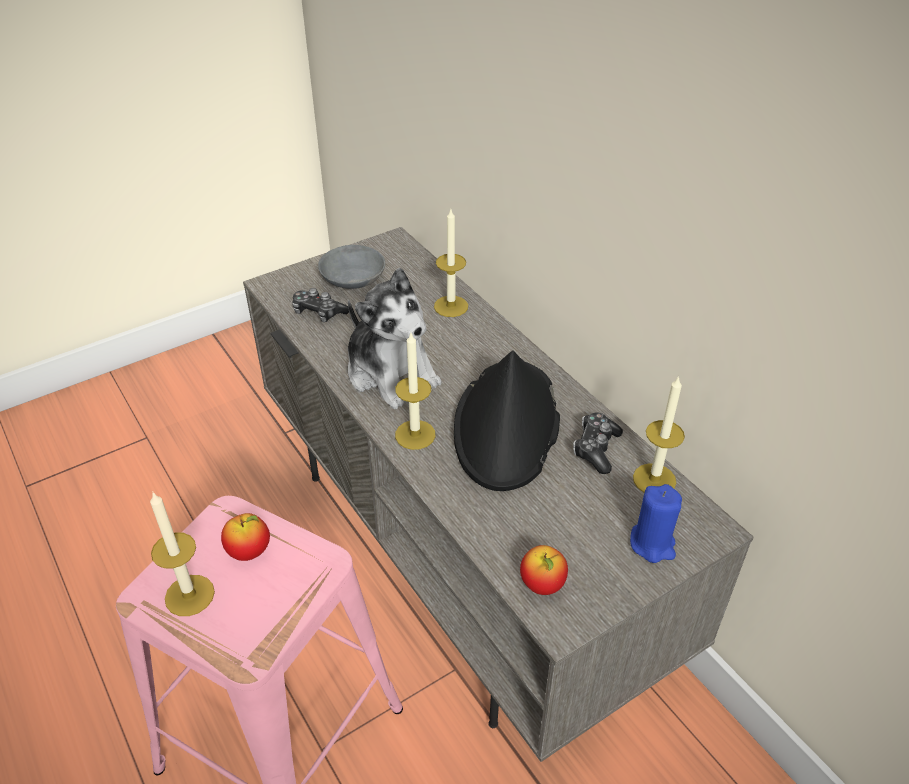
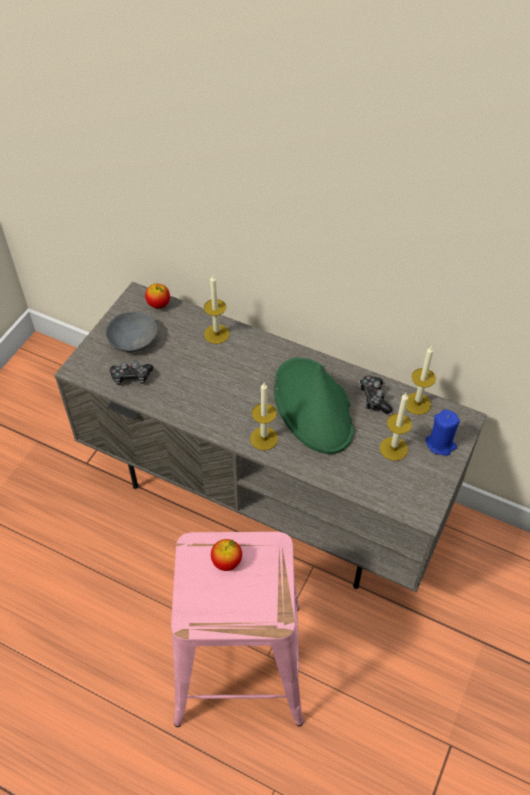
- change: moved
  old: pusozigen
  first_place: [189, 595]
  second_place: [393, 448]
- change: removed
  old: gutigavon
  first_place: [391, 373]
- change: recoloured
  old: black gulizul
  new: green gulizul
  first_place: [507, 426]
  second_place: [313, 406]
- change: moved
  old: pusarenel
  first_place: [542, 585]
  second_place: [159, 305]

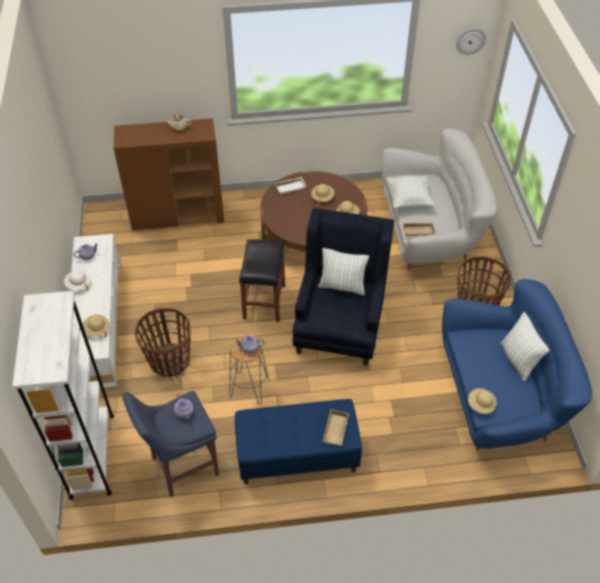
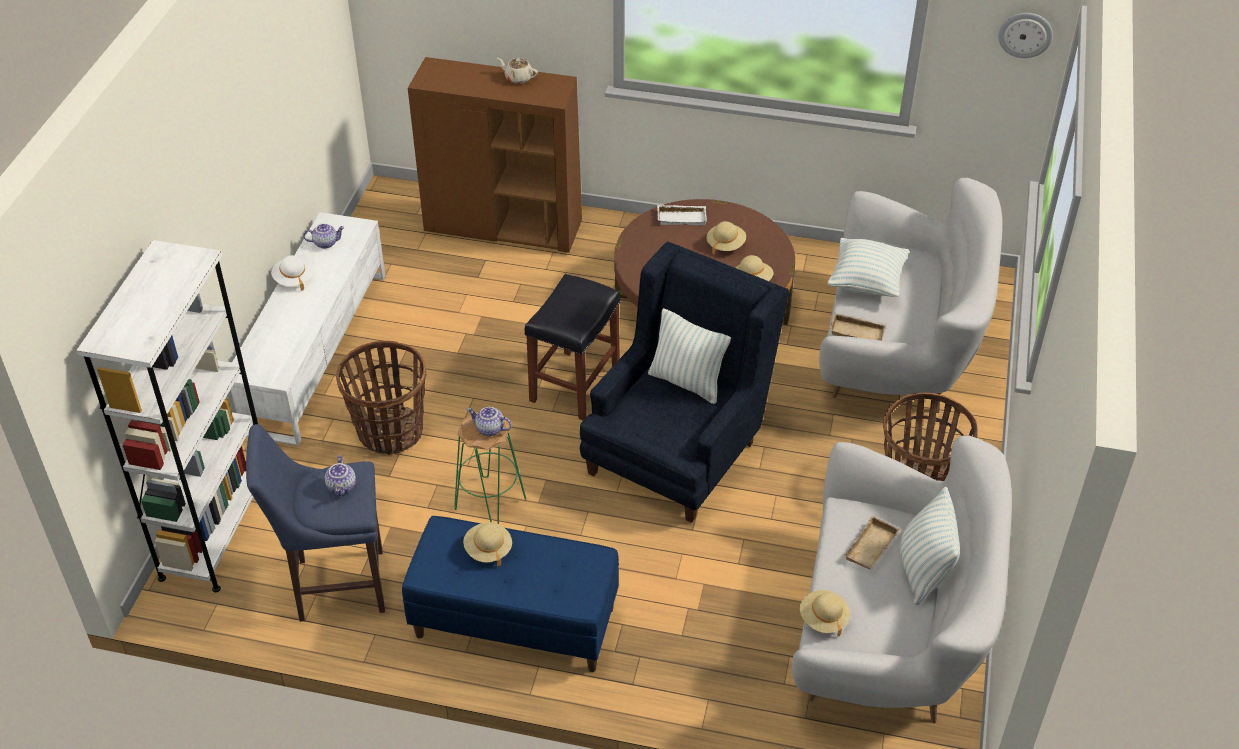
- change: moved
  old: beige gulizul
  first_place: [97, 329]
  second_place: [488, 550]
- change: recoloured
  old: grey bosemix
  new: green bosemix
  first_place: [249, 388]
  second_place: [490, 503]
- change: moved
  old: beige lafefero
  first_place: [336, 430]
  second_place: [872, 548]
- change: recoloured
  old: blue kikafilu
  new: white kikafilu
  first_place: [500, 398]
  second_place: [889, 634]

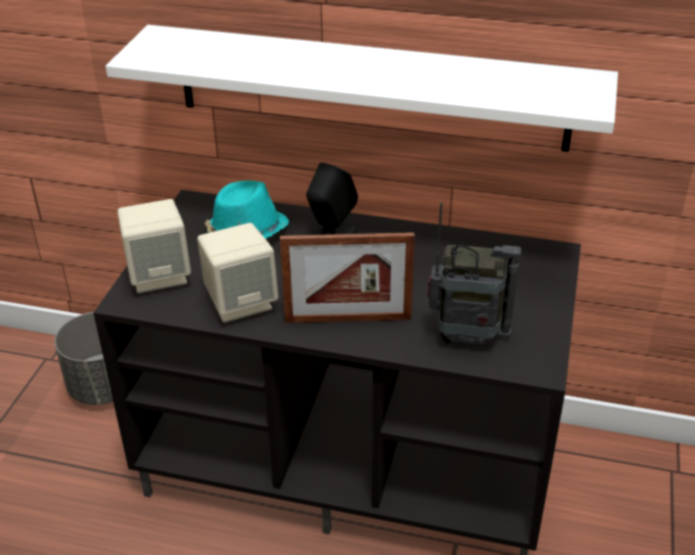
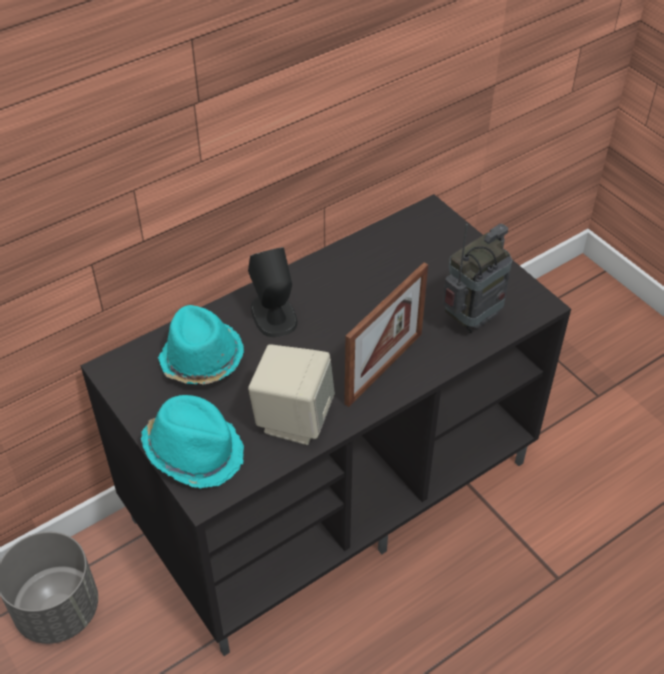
- change: removed
  old: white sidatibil
  first_place: [370, 88]
- change: replaced
  old: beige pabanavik
  new: turquoise gulizul
  first_place: [159, 275]
  second_place: [195, 451]

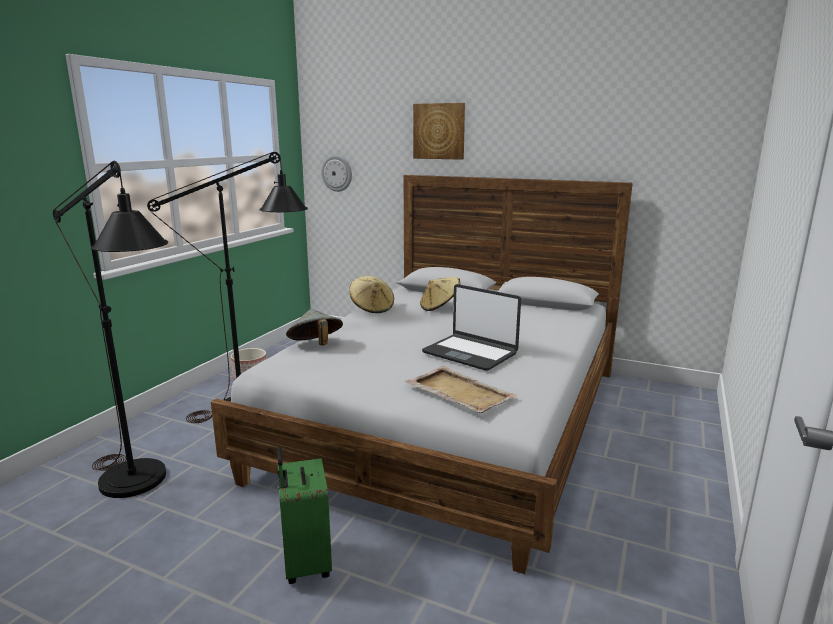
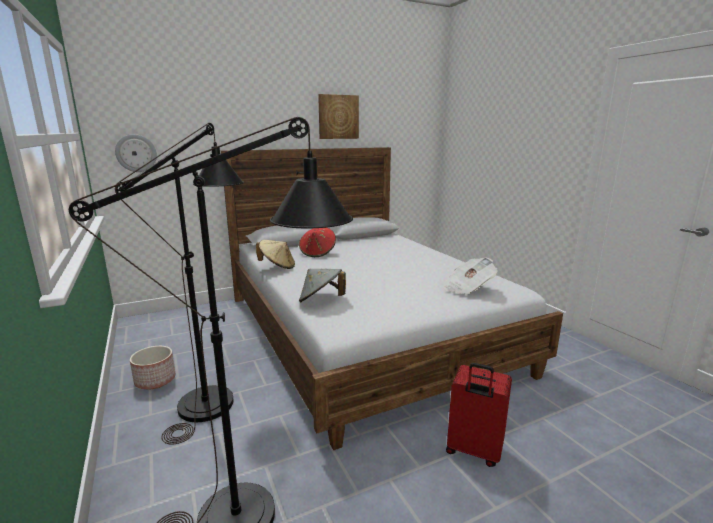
- change: recoloured
  old: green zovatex
  new: red zovatex
  first_place: [305, 563]
  second_place: [473, 451]
- change: replaced
  old: beige lafefero
  new: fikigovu
  first_place: [459, 392]
  second_place: [468, 288]
- change: moved
  old: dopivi
  first_place: [439, 131]
  second_place: [338, 117]
- change: recoloured
  old: beige gulizul
  new: red gulizul
  first_place: [439, 307]
  second_place: [318, 253]
- change: removed
  old: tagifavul
  first_place: [470, 353]

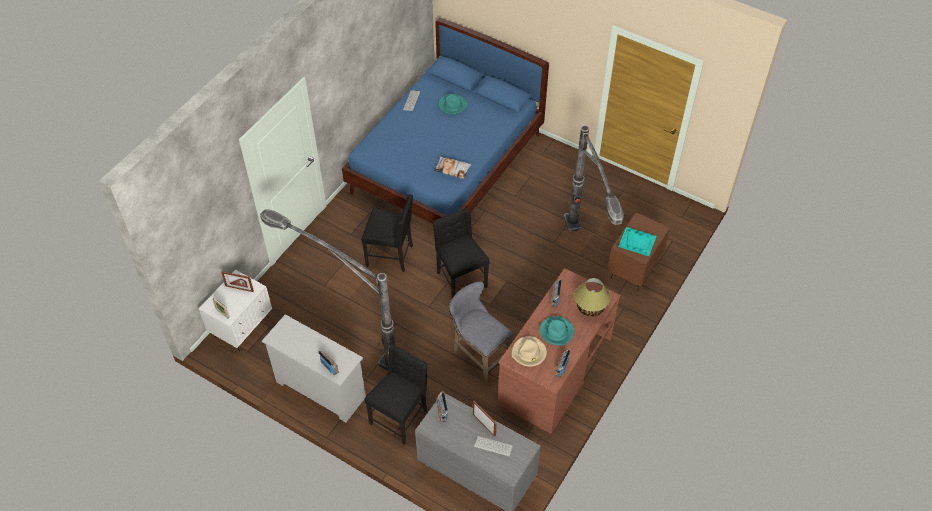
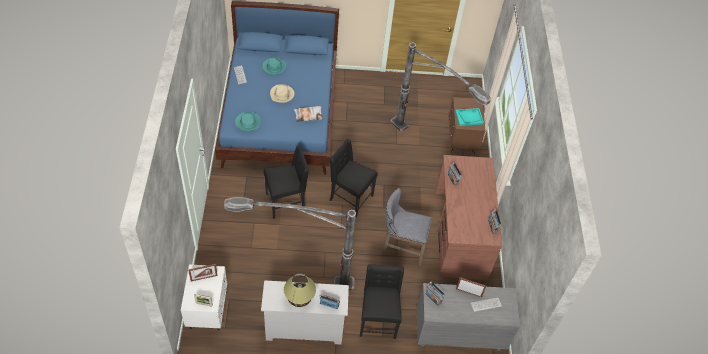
- change: moved
  old: beige gulizul
  first_place: [529, 353]
  second_place: [282, 94]
- change: moved
  old: turquoise gulizul
  first_place: [557, 332]
  second_place: [248, 122]
- change: moved
  old: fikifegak
  first_place: [590, 307]
  second_place: [299, 298]

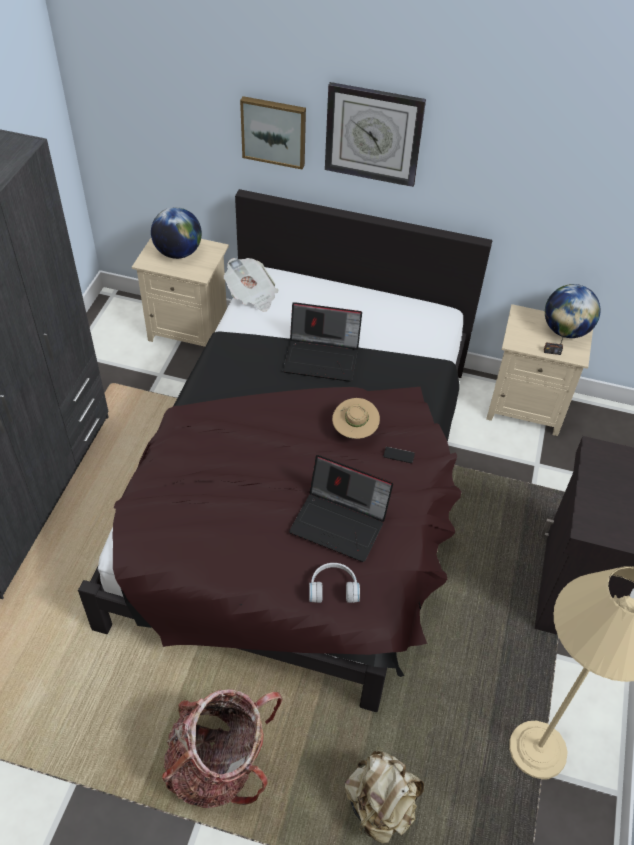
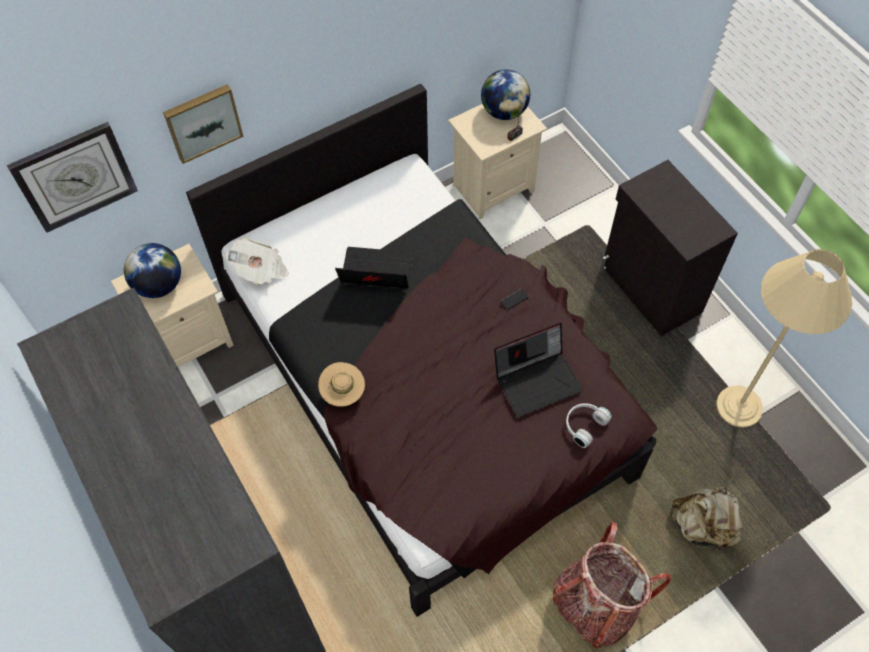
- change: turned
  old: tagifavul
  first_place: [322, 357]
  second_place: [375, 274]
  degrees: -135
- change: moved
  old: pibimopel
  first_place: [373, 134]
  second_place: [75, 176]
- change: moved
  old: beige gulizul
  first_place: [354, 430]
  second_place: [343, 392]

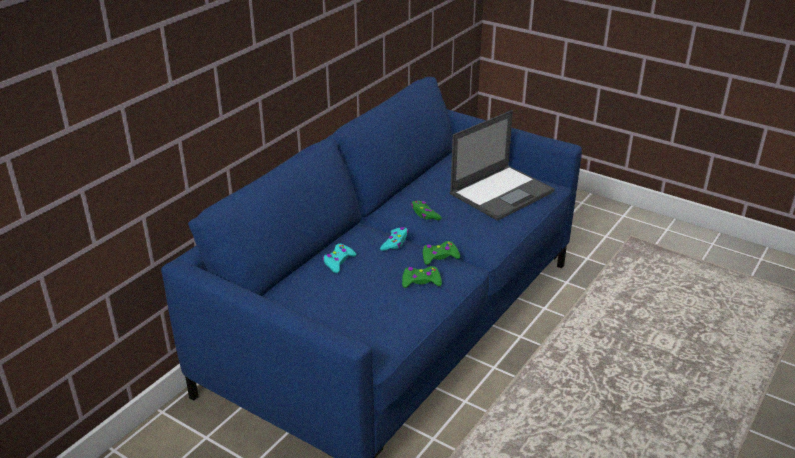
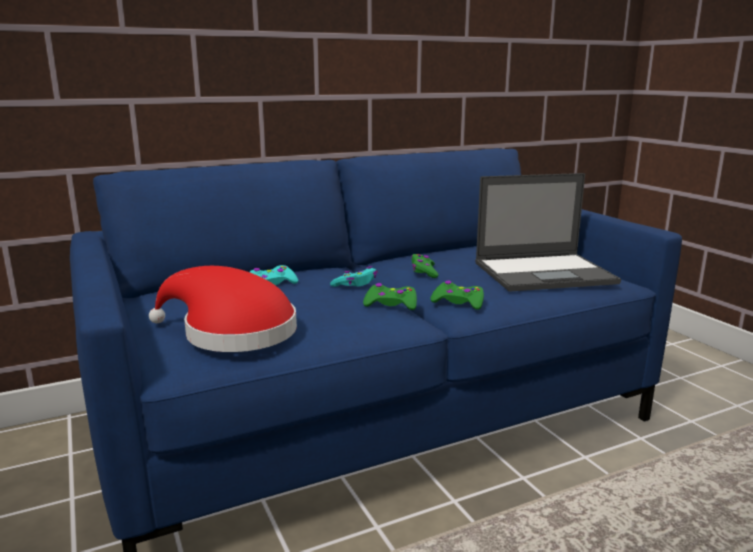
- change: moved
  old: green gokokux
  first_place: [421, 281]
  second_place: [458, 302]
- change: added
  new: red gulizul
  second_place: [232, 332]

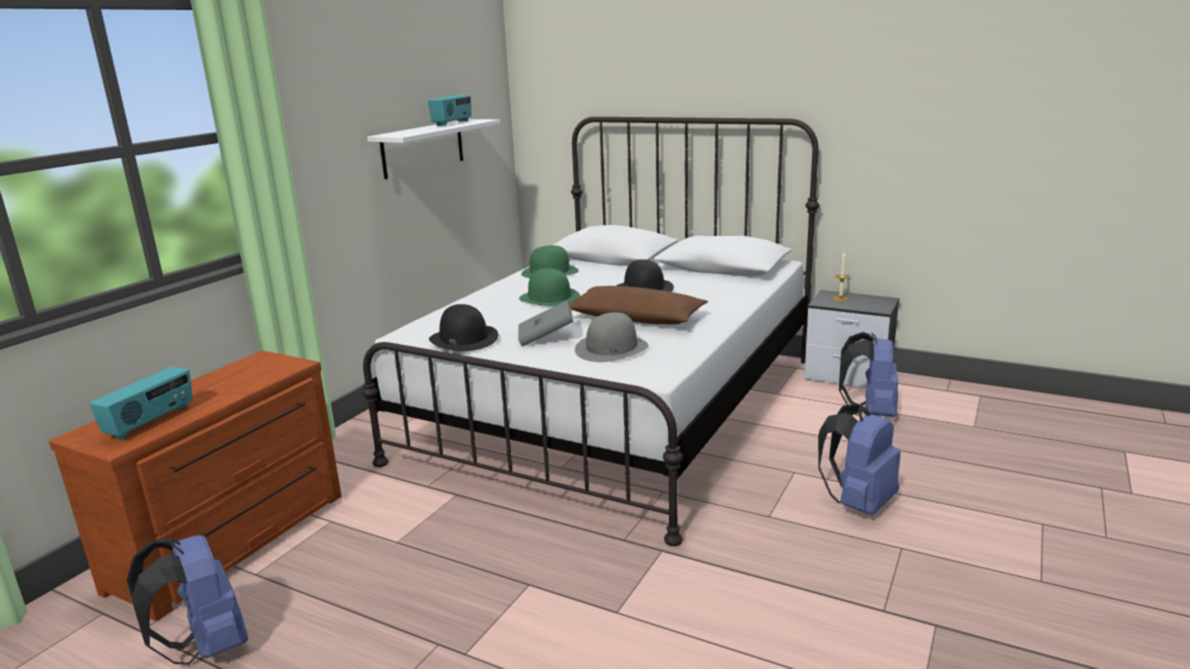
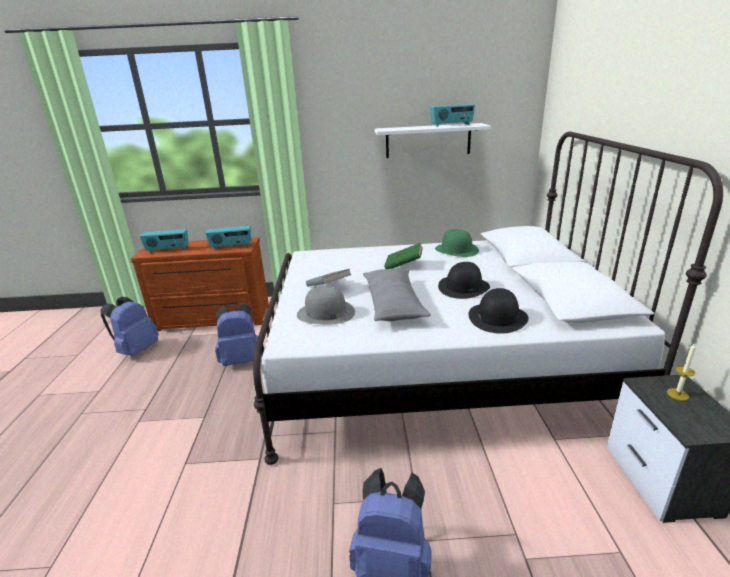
- change: moved
  old: black gulizul
  first_place: [463, 338]
  second_place: [497, 317]
- change: replaced
  old: green gulizul
  new: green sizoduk
  first_place: [549, 298]
  second_place: [403, 266]
- change: recoloured
  old: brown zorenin
  new: grey zorenin
  first_place: [636, 319]
  second_place: [393, 303]
- change: moved
  old: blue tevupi
  first_place: [870, 412]
  second_place: [242, 359]
- change: added
  new: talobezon
  second_place: [231, 246]

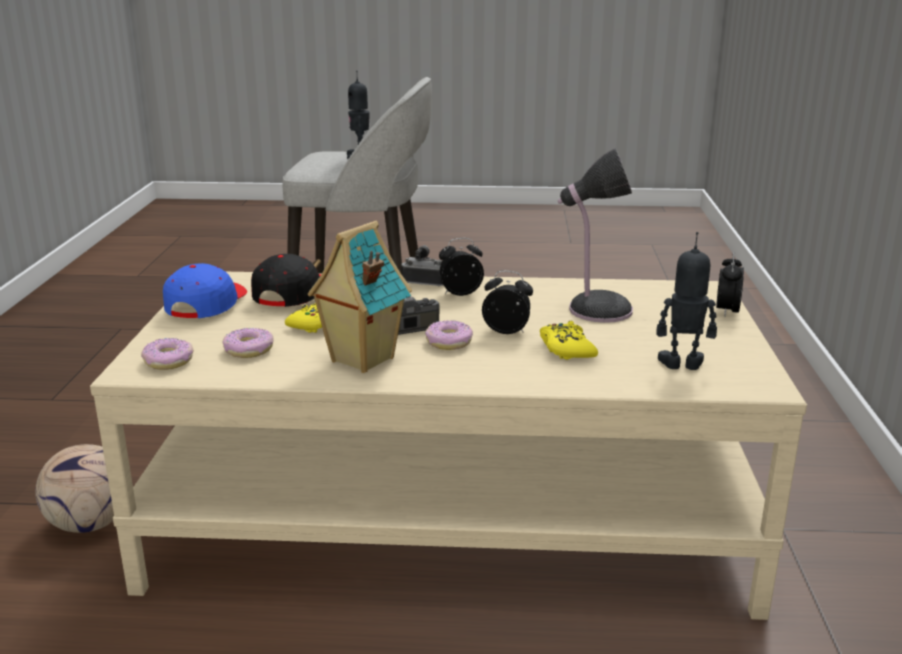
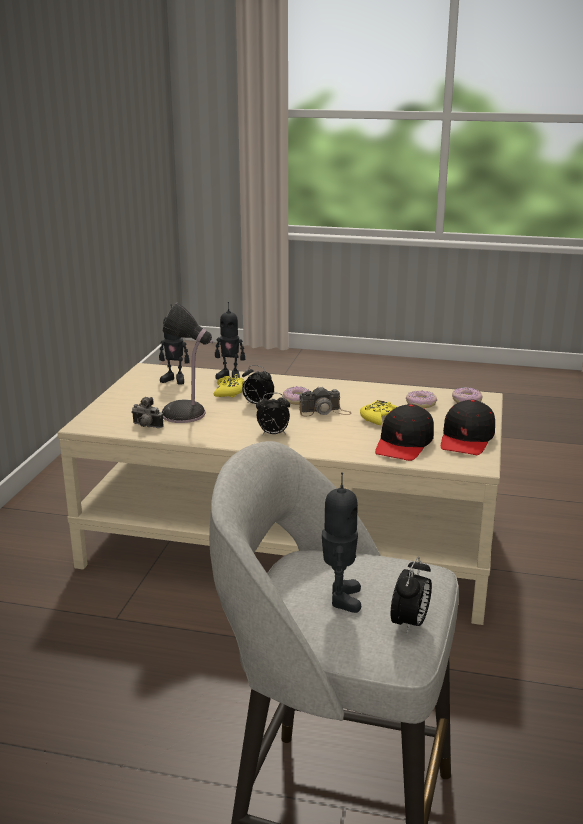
- change: removed
  old: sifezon
  first_place: [89, 524]
- change: recoloured
  old: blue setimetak
  new: black setimetak
  first_place: [206, 304]
  second_place: [467, 439]
- change: removed
  old: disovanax
  first_place: [360, 360]
- change: moved
  old: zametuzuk
  first_place: [424, 282]
  second_place: [146, 426]
- change: moved
  old: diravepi
  first_place: [726, 311]
  second_place: [410, 624]
- change: added
  new: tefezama
  second_place: [230, 376]

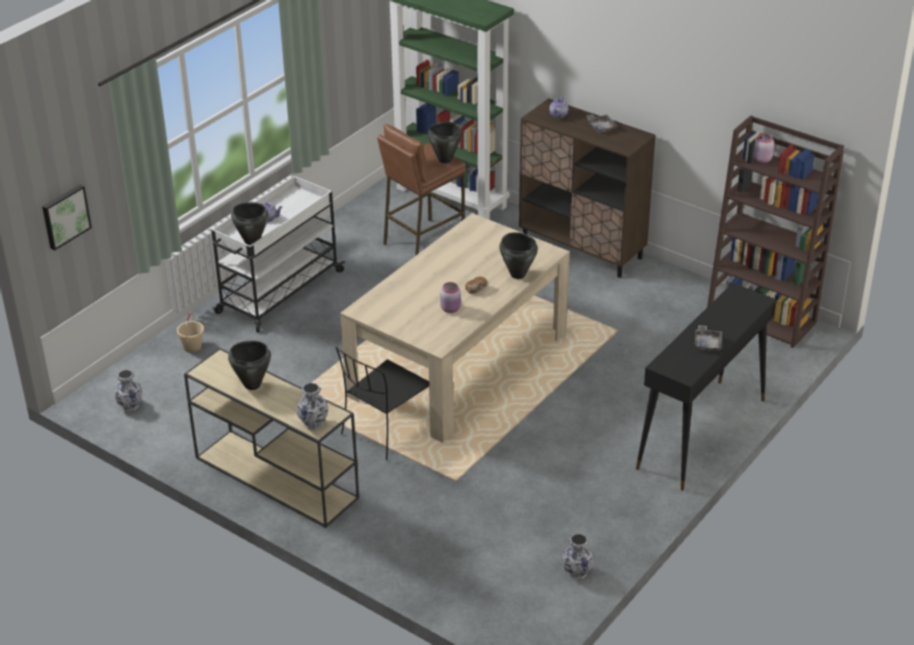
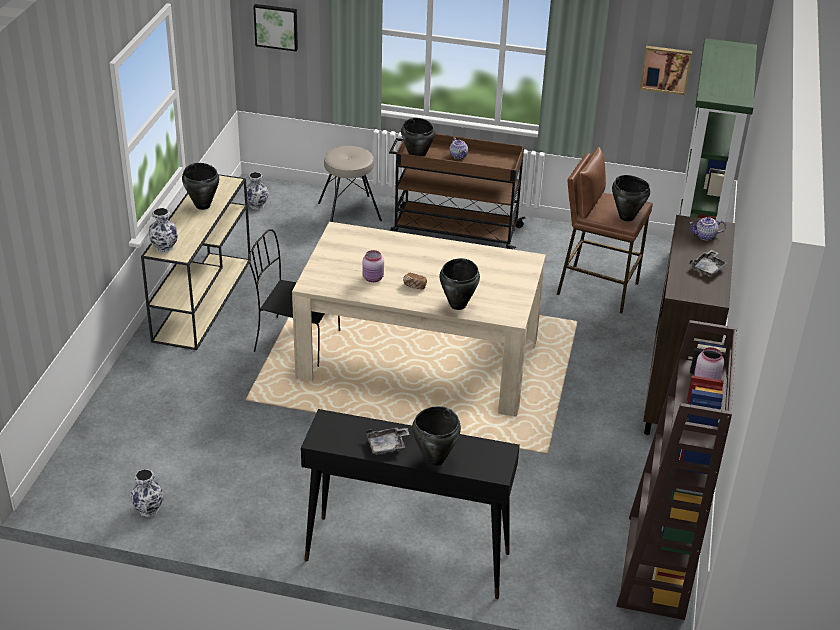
- change: replaced
  old: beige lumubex
  new: beige bosemix
  first_place: [192, 347]
  second_place: [349, 211]
- change: recoloured
  old: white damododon
  new: brown damododon
  first_place: [279, 293]
  second_place: [454, 231]
- change: added
  new: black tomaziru
  second_place: [434, 459]
- change: added
  new: dopivi
  second_place: [666, 69]

